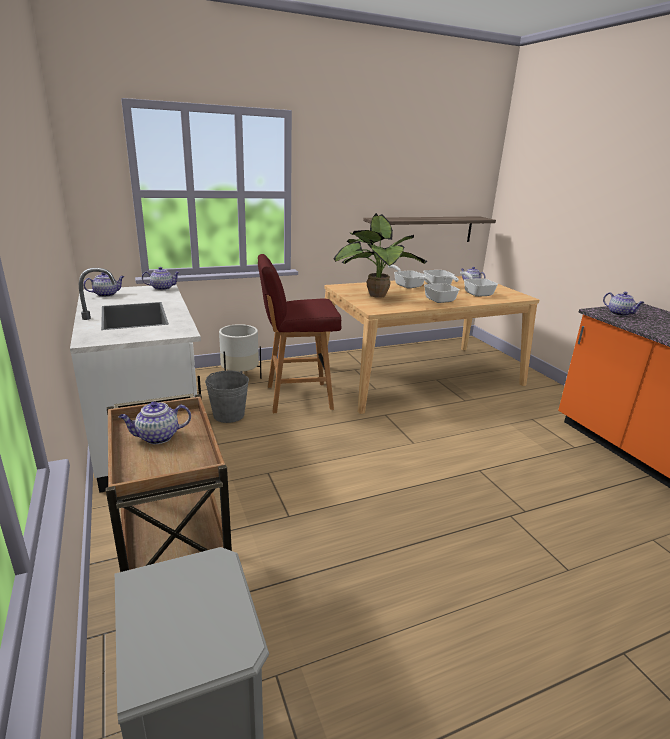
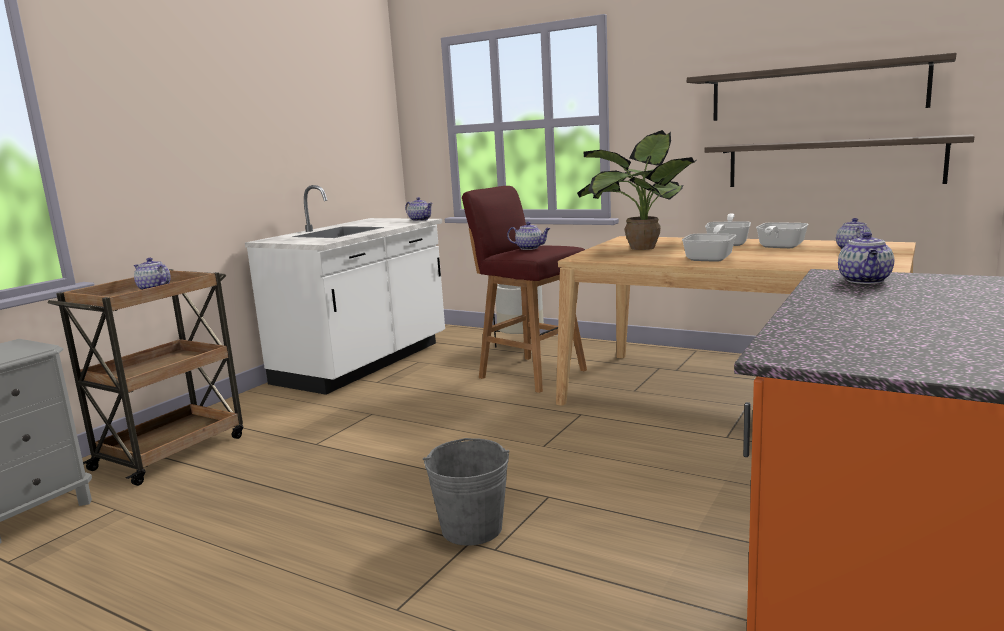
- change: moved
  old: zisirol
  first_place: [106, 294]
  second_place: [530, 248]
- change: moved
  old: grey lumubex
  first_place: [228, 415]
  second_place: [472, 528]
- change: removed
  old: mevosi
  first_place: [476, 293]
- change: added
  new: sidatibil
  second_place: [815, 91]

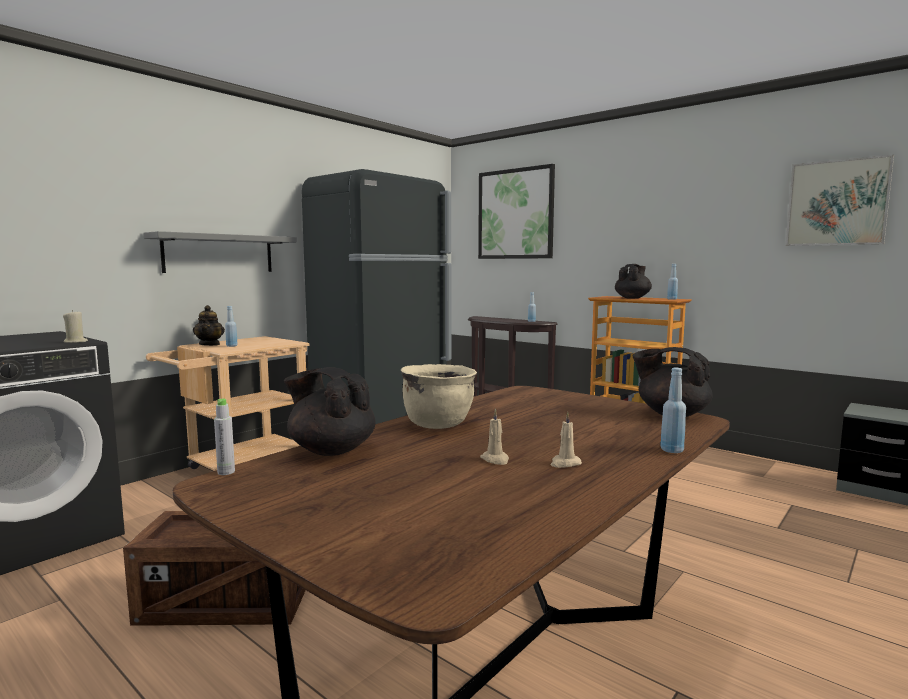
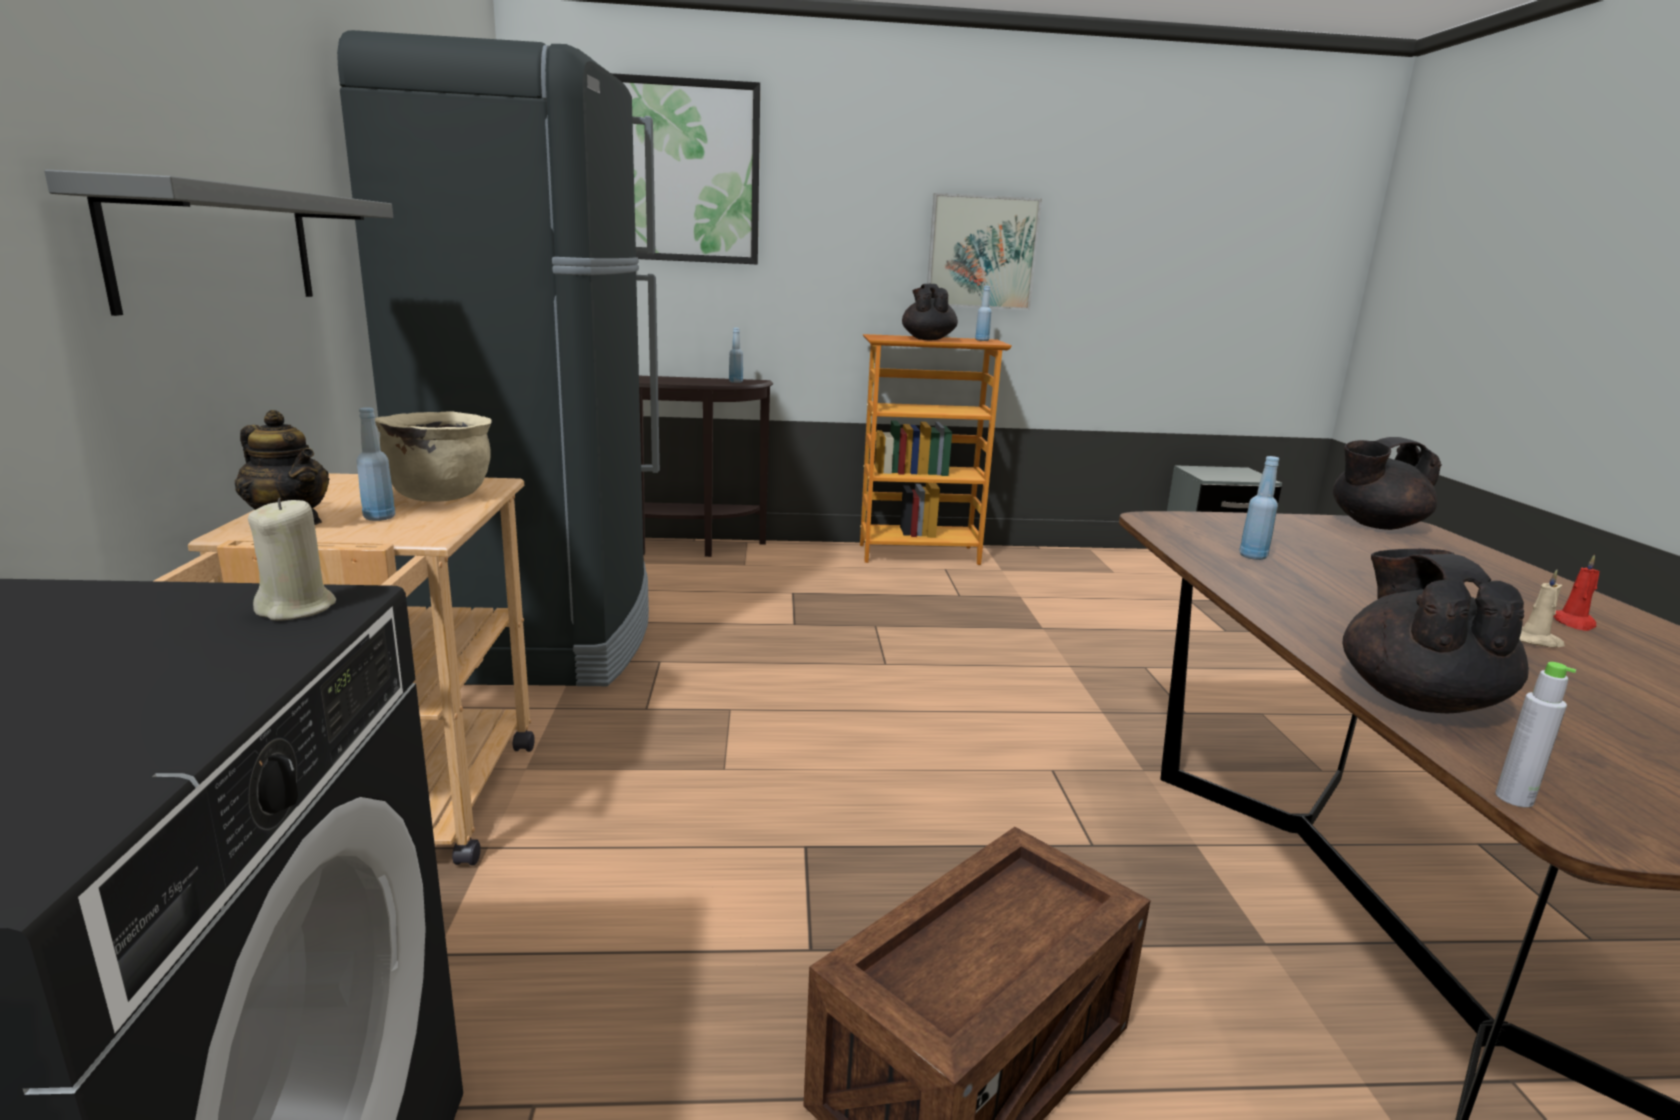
- change: turned
  old: black zisirol
  first_place: [331, 450]
  second_place: [1416, 698]
  degrees: 105
- change: moved
  old: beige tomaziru
  first_place: [438, 424]
  second_place: [440, 495]
- change: recoloured
  old: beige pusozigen
  new: red pusozigen
  first_place: [565, 463]
  second_place: [1573, 623]
- change: moved
  old: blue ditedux
  first_place: [672, 450]
  second_place: [1253, 556]
- change: moved
  old: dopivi
  first_place: [837, 203]
  second_place: [982, 252]

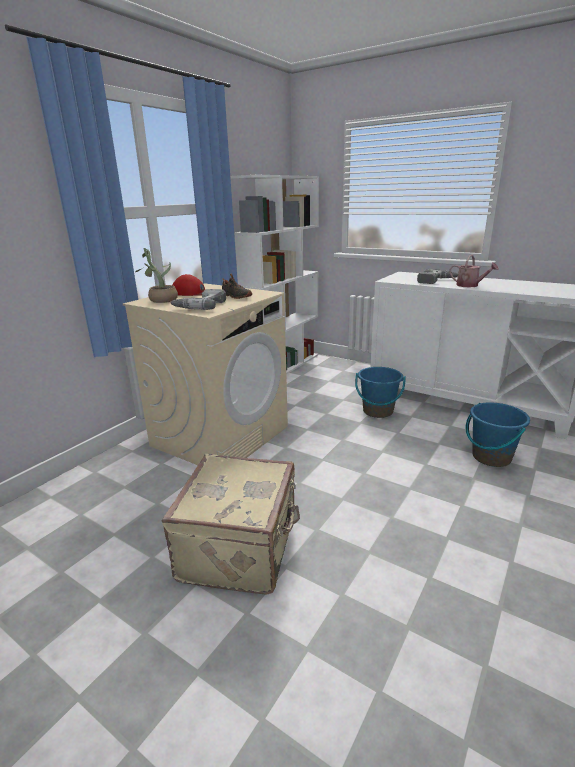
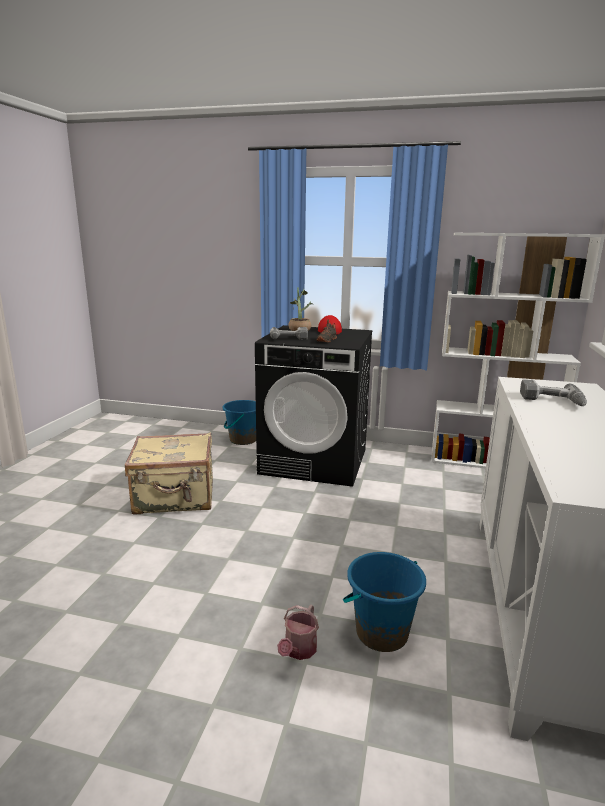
- change: recoloured
  old: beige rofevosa
  new: black rofevosa
  first_place: [221, 435]
  second_place: [315, 461]
- change: moved
  old: blue lumubex
  first_place: [378, 411]
  second_place: [243, 440]
- change: moved
  old: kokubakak
  first_place: [470, 285]
  second_place: [298, 651]

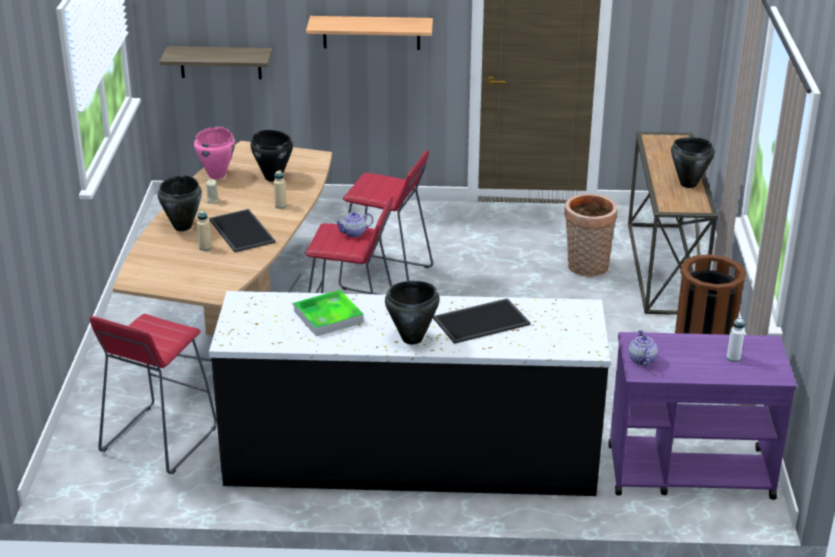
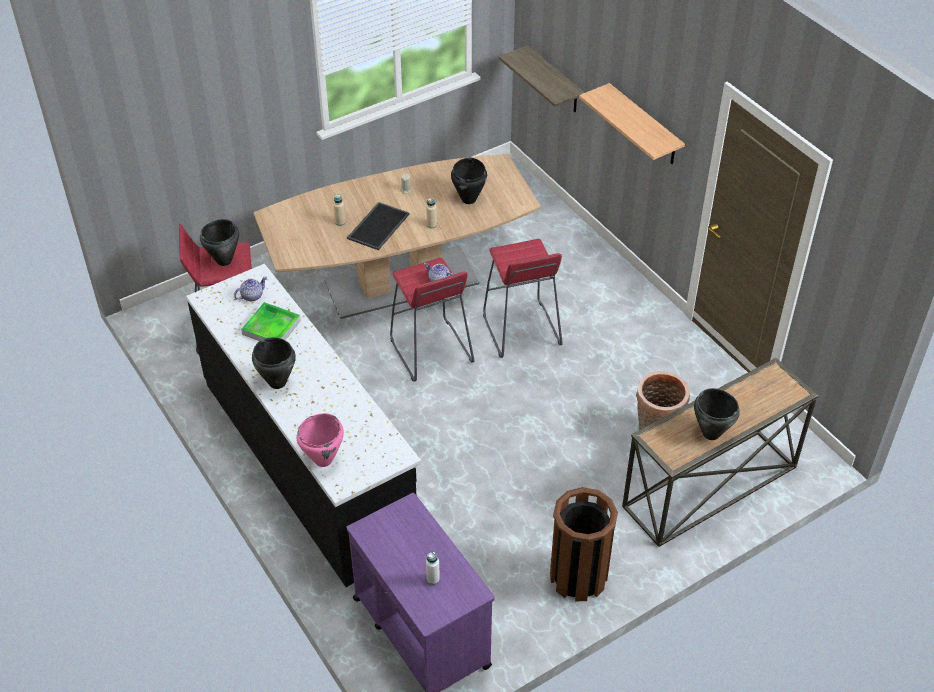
- change: moved
  old: black tomaziru
  first_place: [183, 226]
  second_place: [224, 261]
- change: moved
  old: pink tomaziru
  first_place: [217, 175]
  second_place: [324, 460]
- change: removed
  old: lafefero
  first_place: [481, 320]
- change: moved
  old: zisirol
  first_place: [641, 359]
  second_place: [252, 296]

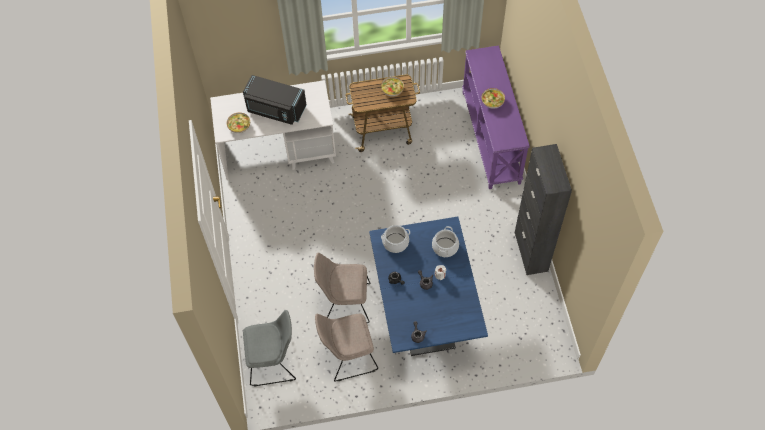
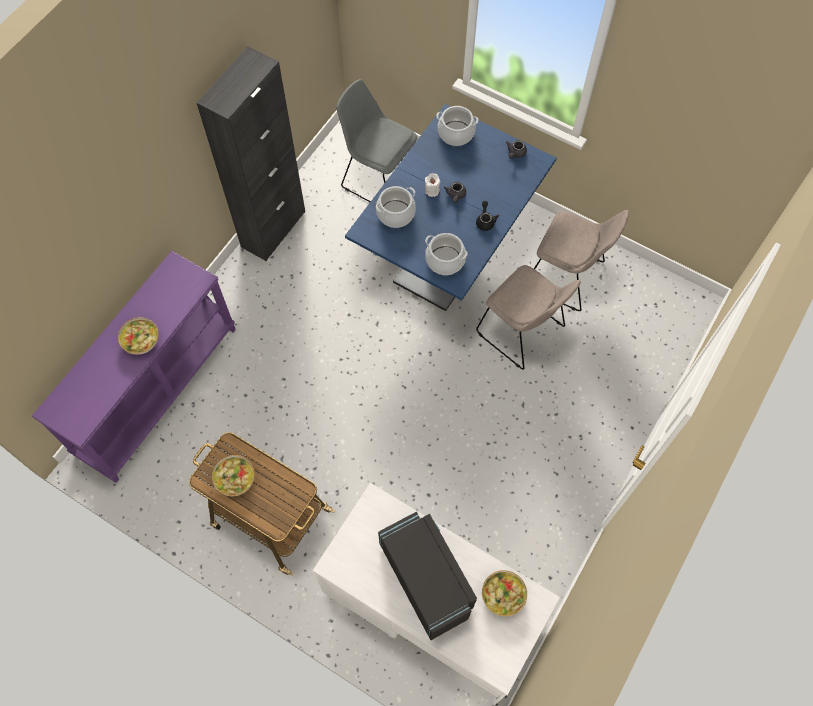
- change: moved
  old: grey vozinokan
  first_place: [273, 361]
  second_place: [379, 177]
- change: added
  new: tomaziru
  second_place: [456, 133]

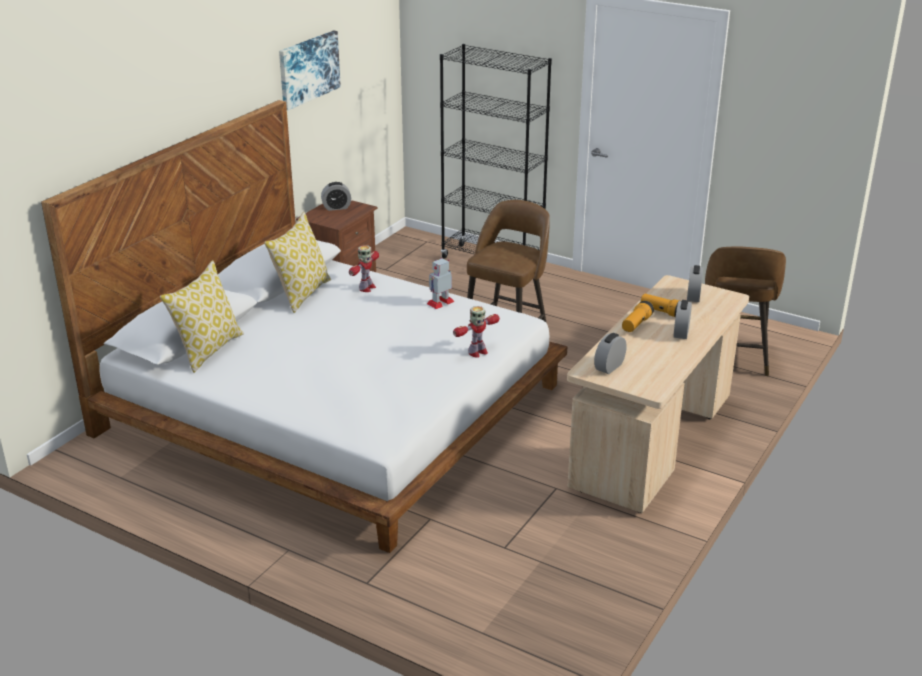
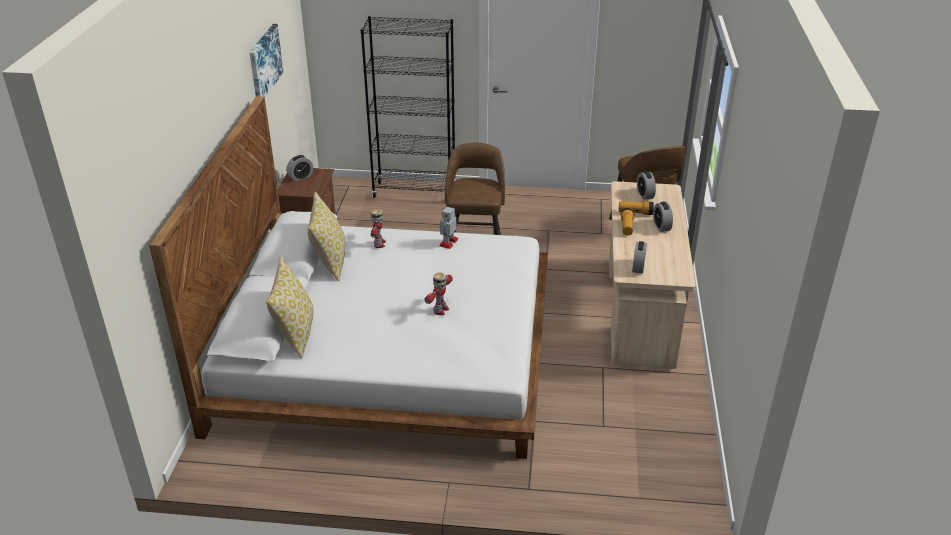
- change: moved
  old: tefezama
  first_place: [477, 352]
  second_place: [440, 310]

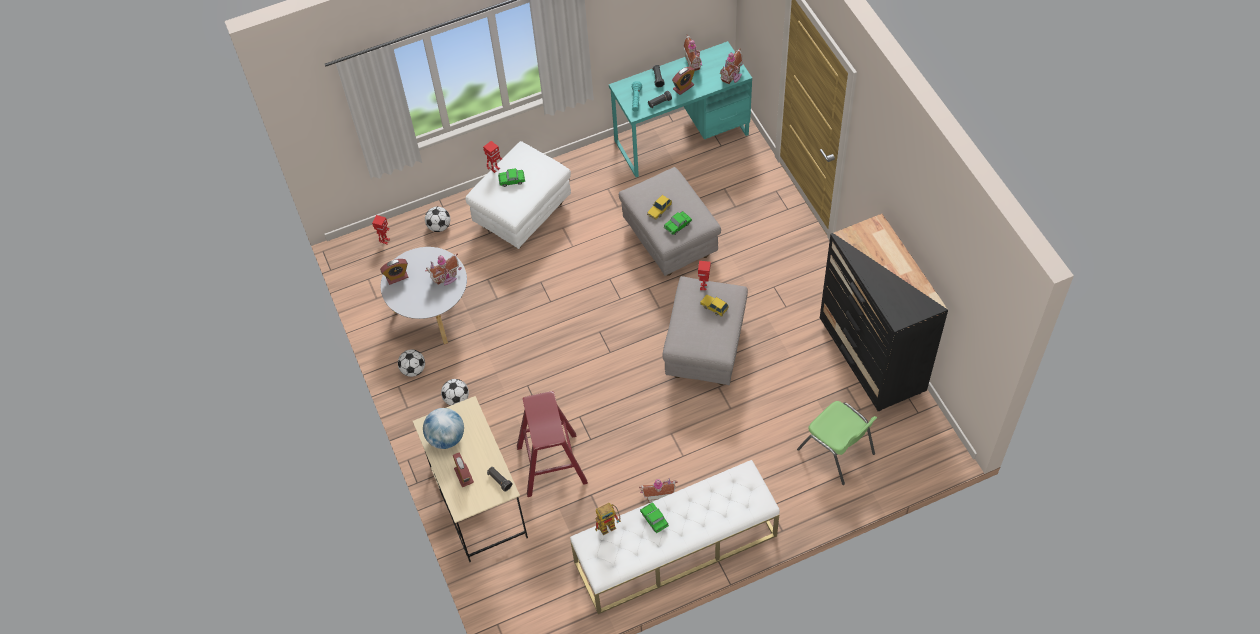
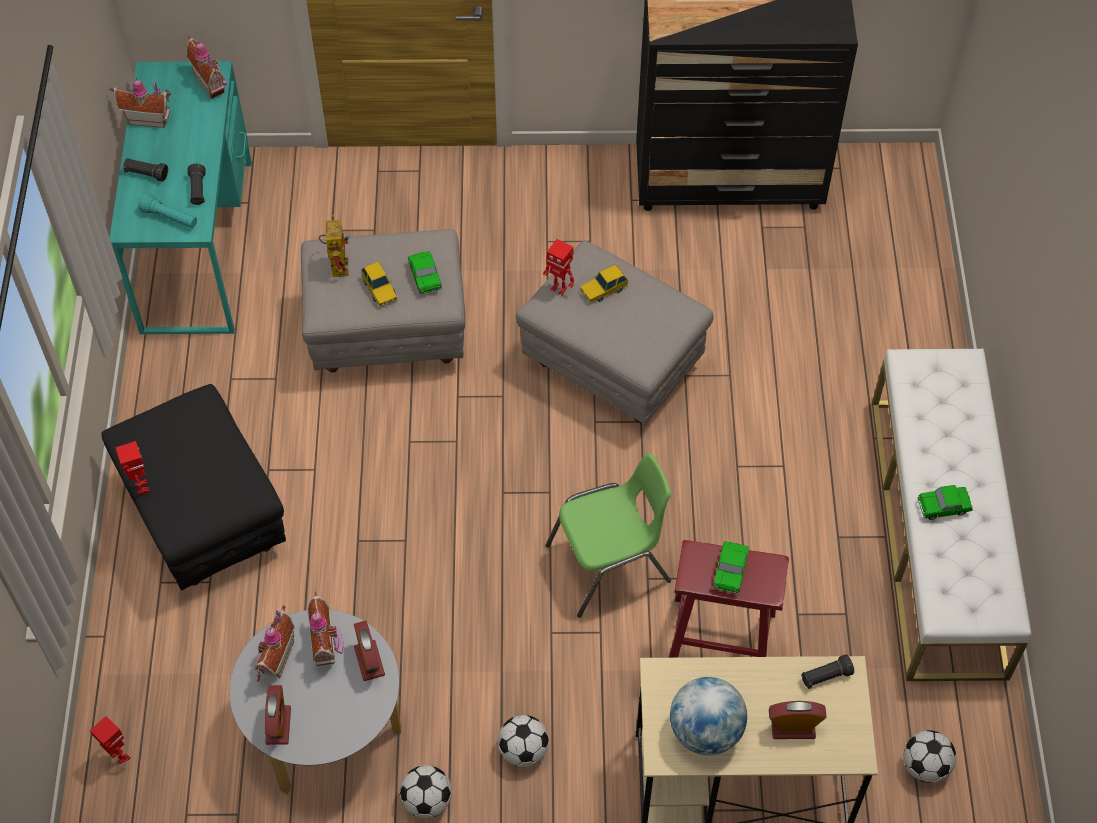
- change: moved
  old: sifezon
  first_place: [439, 226]
  second_place: [925, 766]
- change: recoloured
  old: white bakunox
  new: black bakunox
  first_place: [523, 215]
  second_place: [204, 518]
- change: moved
  old: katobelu
  first_place: [512, 180]
  second_place: [730, 572]
- change: moved
  old: tefezama
  first_place: [609, 524]
  second_place: [337, 263]
- change: moved
  old: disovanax
  first_place: [658, 494]
  second_place: [274, 658]
- change: moved
  old: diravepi
  first_place: [683, 87]
  second_place: [369, 661]
- change: moved
  old: green vozinokan
  first_place: [837, 452]
  second_place: [610, 564]

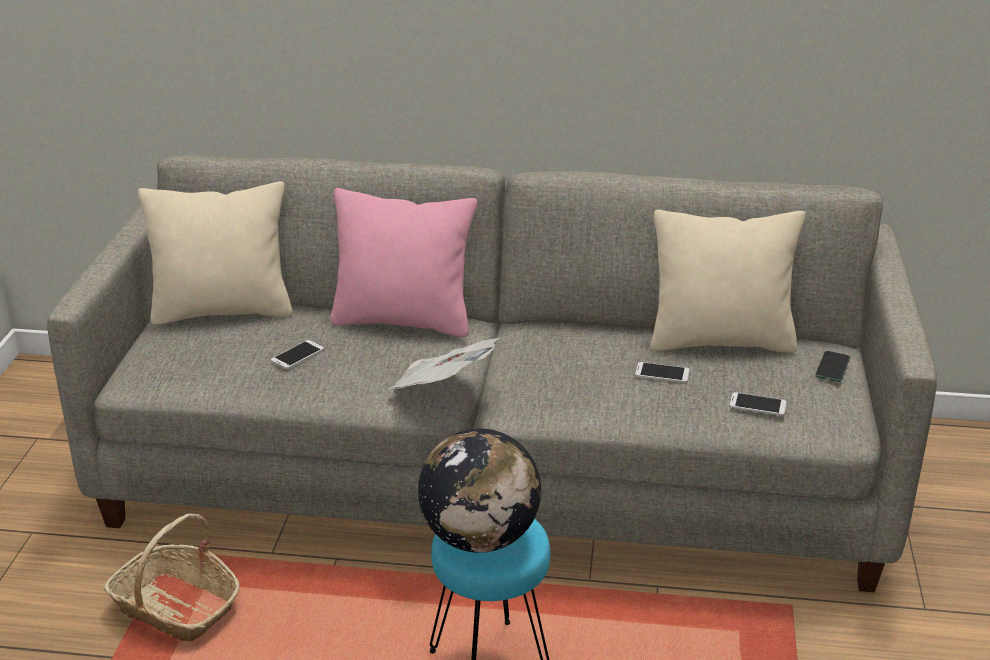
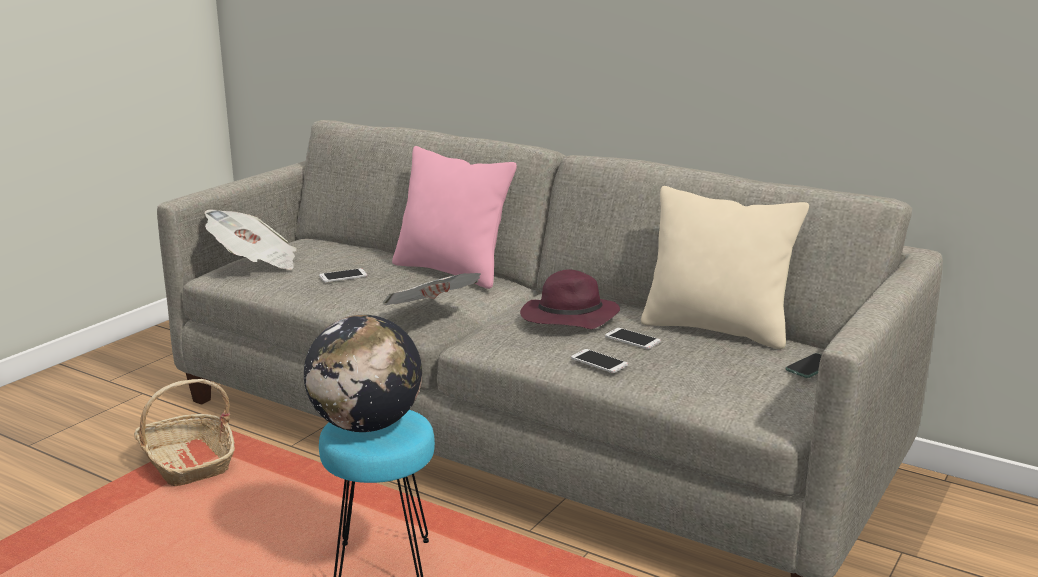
- change: removed
  old: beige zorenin
  first_place: [223, 311]
- change: moved
  old: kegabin
  first_place: [758, 405]
  second_place: [599, 361]
- change: added
  new: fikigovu
  second_place: [255, 262]
- change: added
  new: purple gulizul
  second_place: [568, 318]

